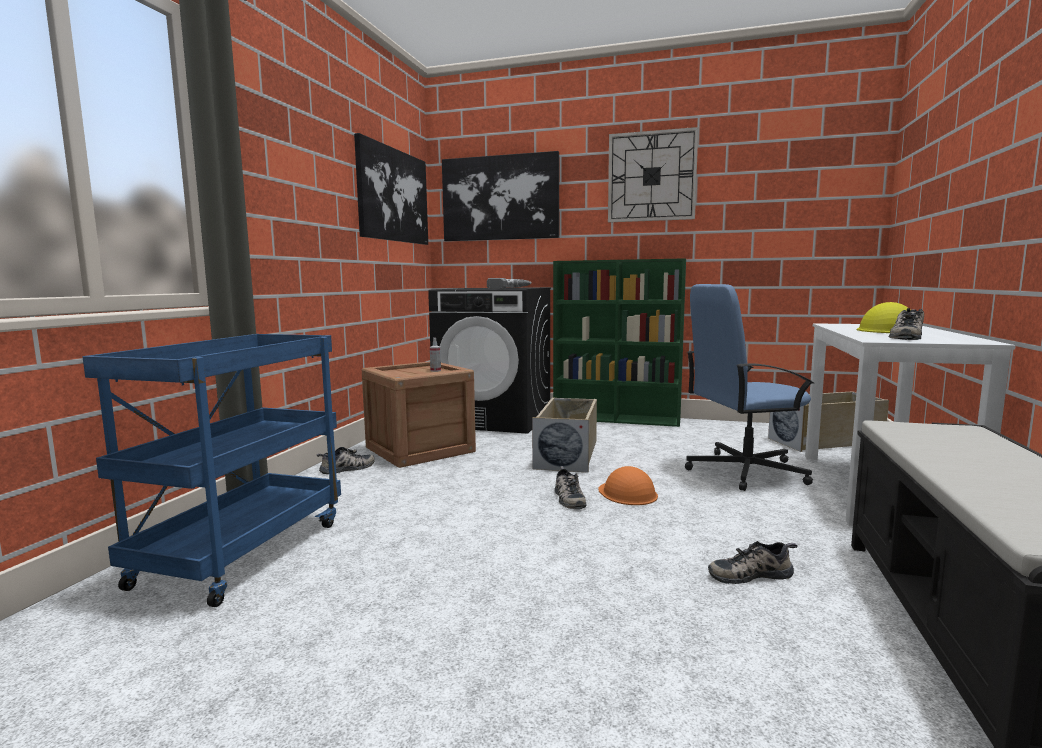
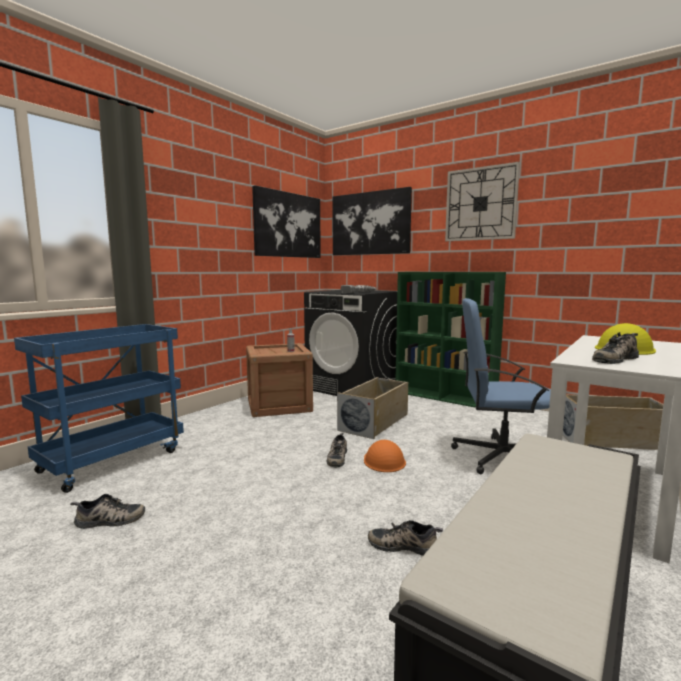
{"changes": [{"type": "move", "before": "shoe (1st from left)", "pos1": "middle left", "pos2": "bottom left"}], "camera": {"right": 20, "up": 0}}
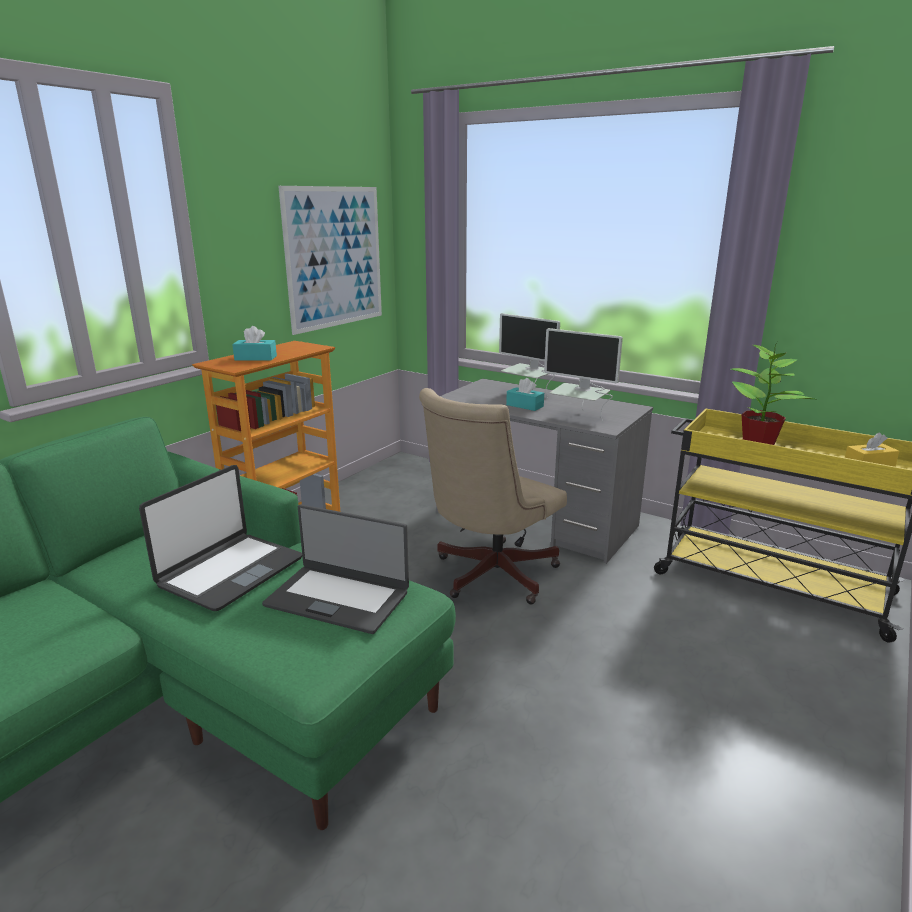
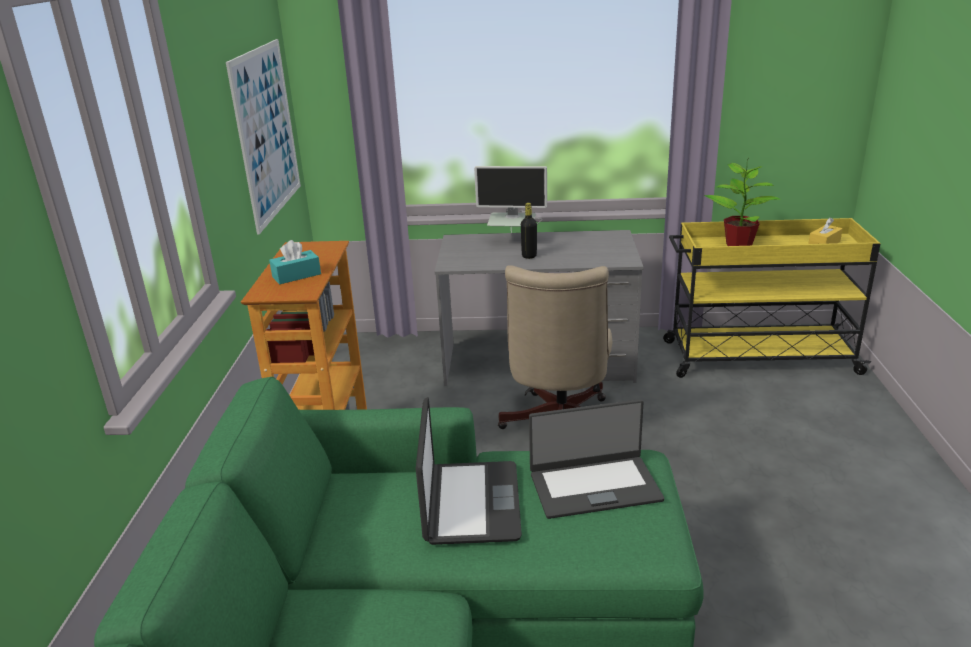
{"changes": [{"type": "replace", "before": "tissue box in turquoise-coloured (2nd from left)", "after": "bottle in blackish", "pos1": "centre", "pos2": "centre"}, {"type": "delete", "before": "computer display (2nd from left)", "pos1": "centre"}], "camera": {"right": -30, "up": 5}}
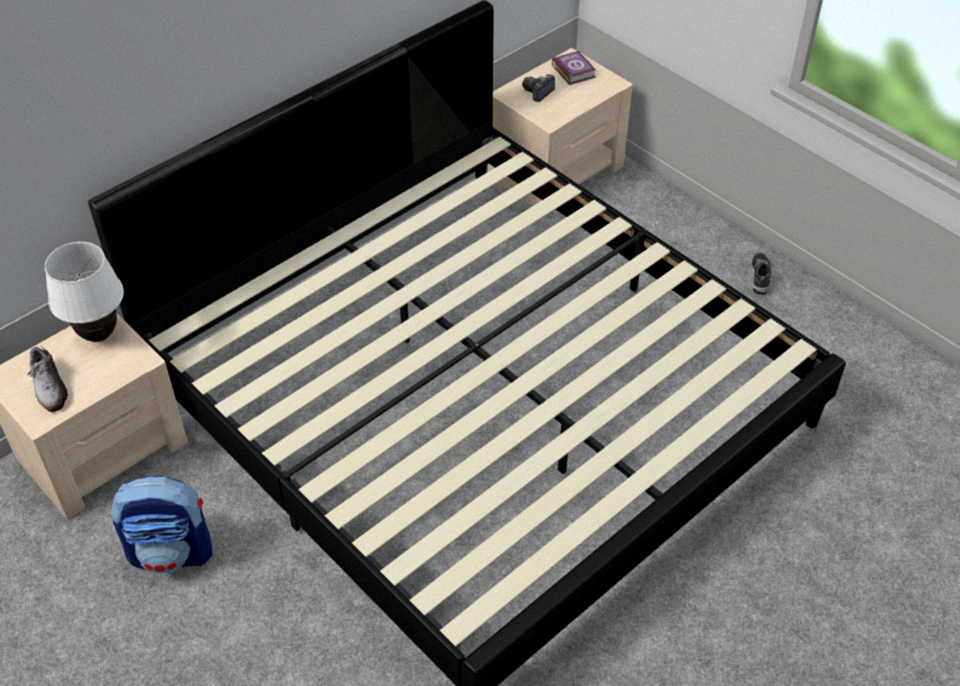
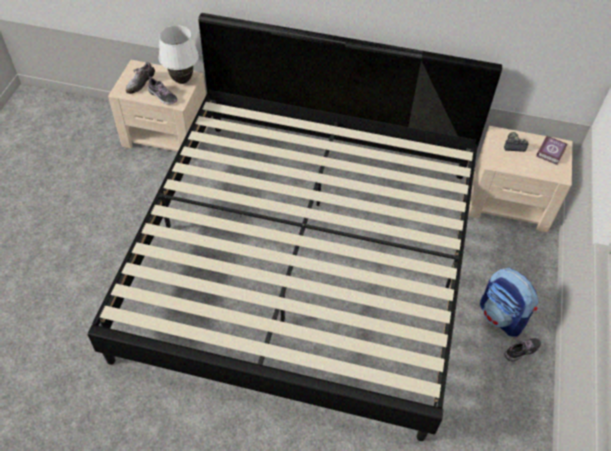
{"changes": [{"type": "move", "before": "knapsack", "pos1": "bottom left", "pos2": "bottom right"}, {"type": "insert", "after": "shoe (2nd from left)", "pos2": "top left"}], "camera": {"right": 55, "up": 5}}
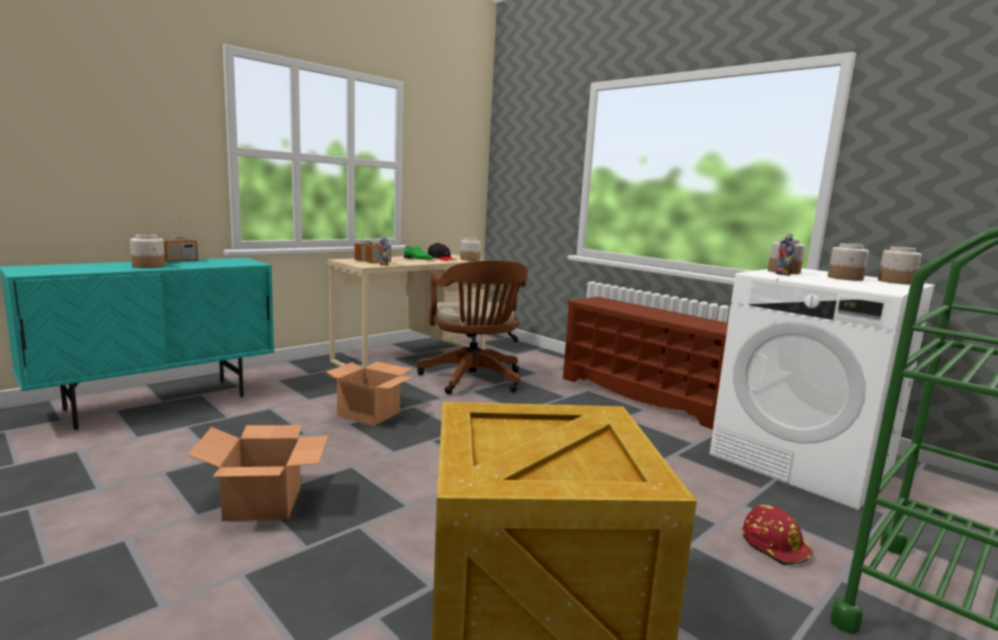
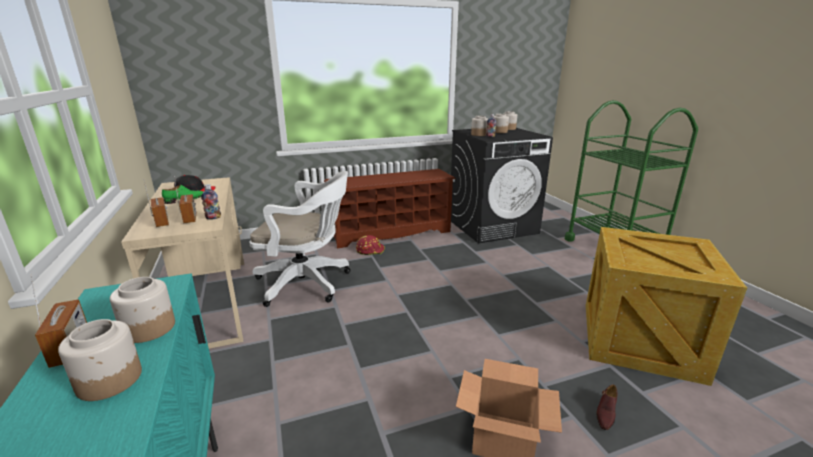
{"changes": [{"type": "delete", "before": "carton (2nd from left)", "pos1": "centre"}, {"type": "recolor", "before": "office chair in brown", "after": "office chair in white", "pos1": "centre", "pos2": "centre"}, {"type": "move", "before": "jar (2nd from left)", "pos1": "centre", "pos2": "bottom left"}, {"type": "recolor", "before": "laundry appliance in white", "after": "laundry appliance in blackish", "pos1": "middle right", "pos2": "centre"}, {"type": "move", "before": "work helmet in red-coloured", "pos1": "bottom right", "pos2": "centre"}, {"type": "insert", "after": "shoe in brown", "pos2": "bottom right"}], "camera": {"right": -65, "up": 10}}
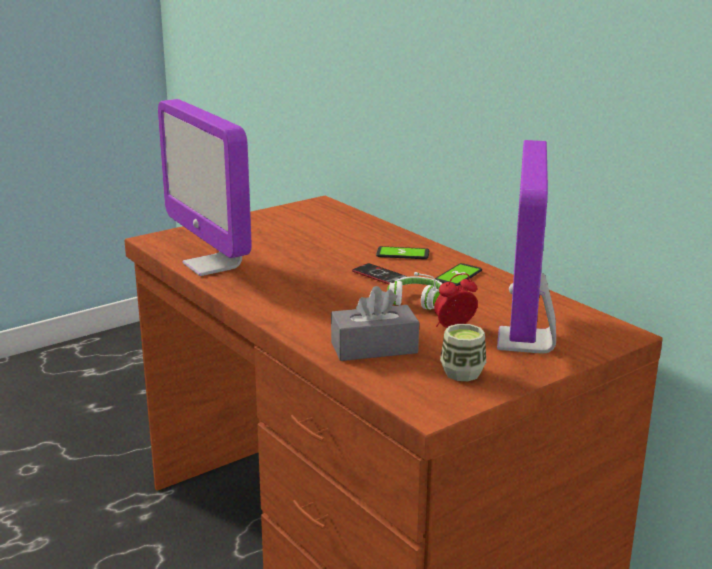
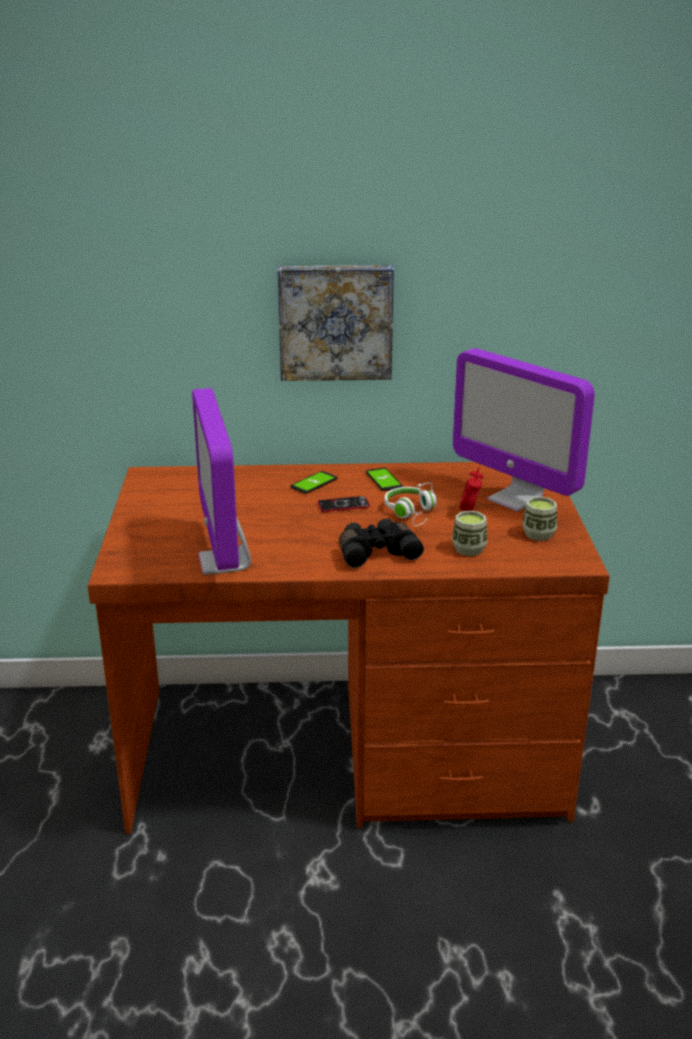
{"changes": [{"type": "rotate", "before": "computer display (1st from left)", "pos1": "top left", "pos2": "middle left", "turn": 75}, {"type": "replace", "before": "tissue box in greyish", "after": "cup (1st from left)", "pos1": "centre", "pos2": "middle right"}, {"type": "insert", "after": "picture", "pos2": "top centre"}, {"type": "insert", "after": "binoculars in blackish", "pos2": "centre"}], "camera": {"right": -55, "up": 5}}
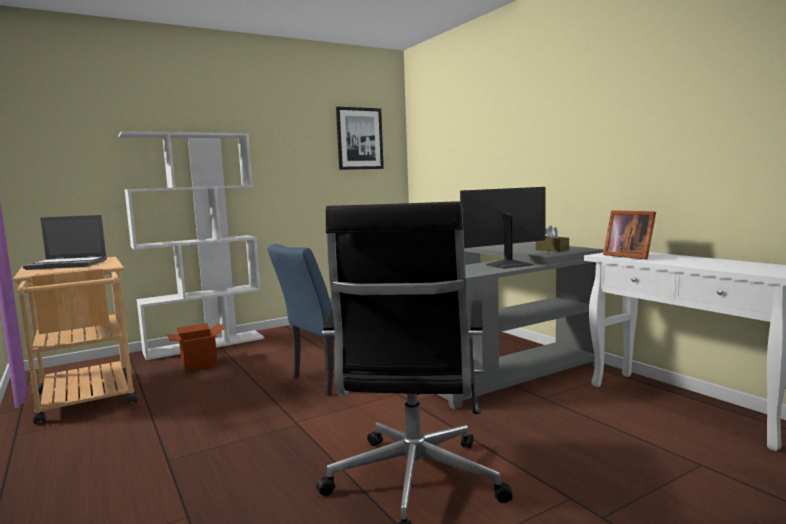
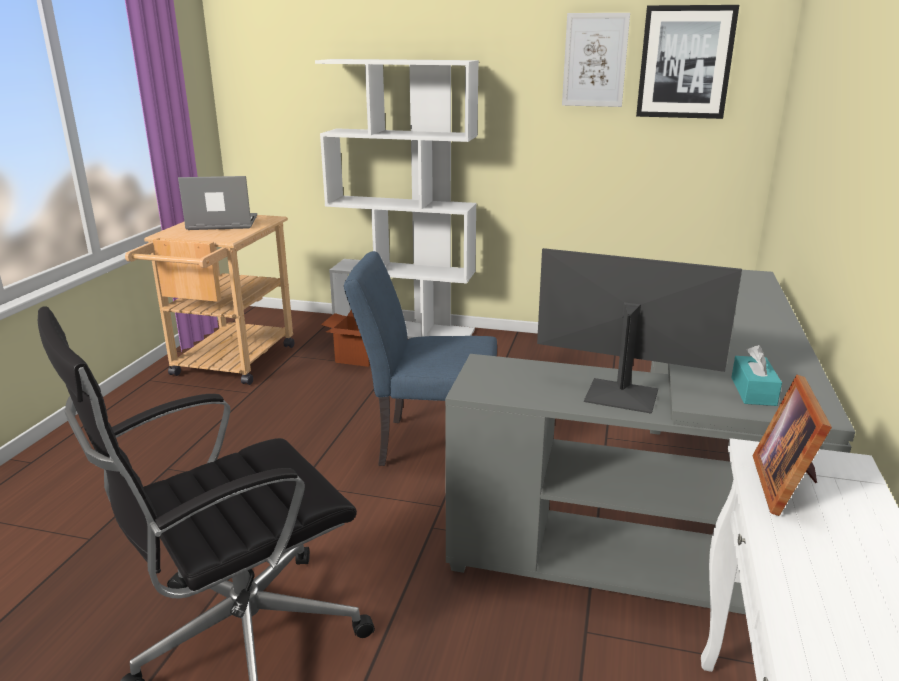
{"changes": [{"type": "rotate", "before": "notebook computer", "pos1": "middle left", "pos2": "top left", "turn": 135}, {"type": "recolor", "before": "tissue box in brown", "after": "tissue box in turquoise-coloured", "pos1": "middle right", "pos2": "middle right"}, {"type": "insert", "after": "picture (1st from left)", "pos2": "top centre"}], "camera": {"right": 45, "up": 15}}
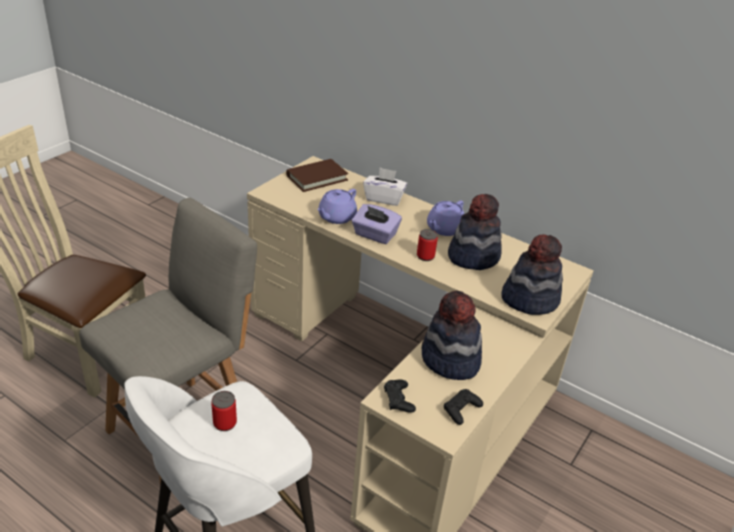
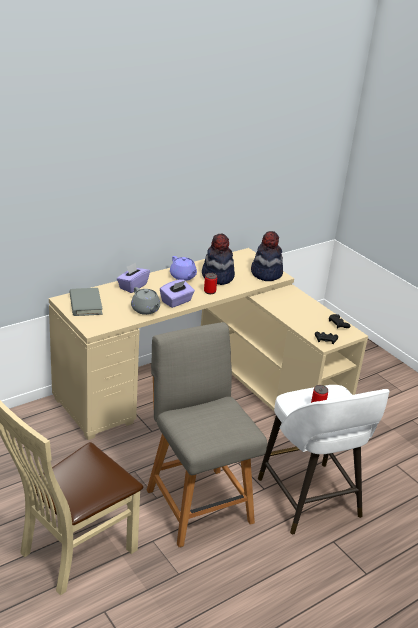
{"changes": [{"type": "recolor", "before": "bound book in brown", "after": "bound book in greyish", "pos1": "top centre", "pos2": "middle left"}, {"type": "recolor", "before": "teapot in purplish (1st from left)", "after": "teapot in greyish", "pos1": "centre", "pos2": "centre"}, {"type": "recolor", "before": "tissue box in white", "after": "tissue box in purplish (1st from left)", "pos1": "centre", "pos2": "middle left"}, {"type": "delete", "before": "hat (1st from left)", "pos1": "centre"}], "camera": {"right": -70, "up": -5}}
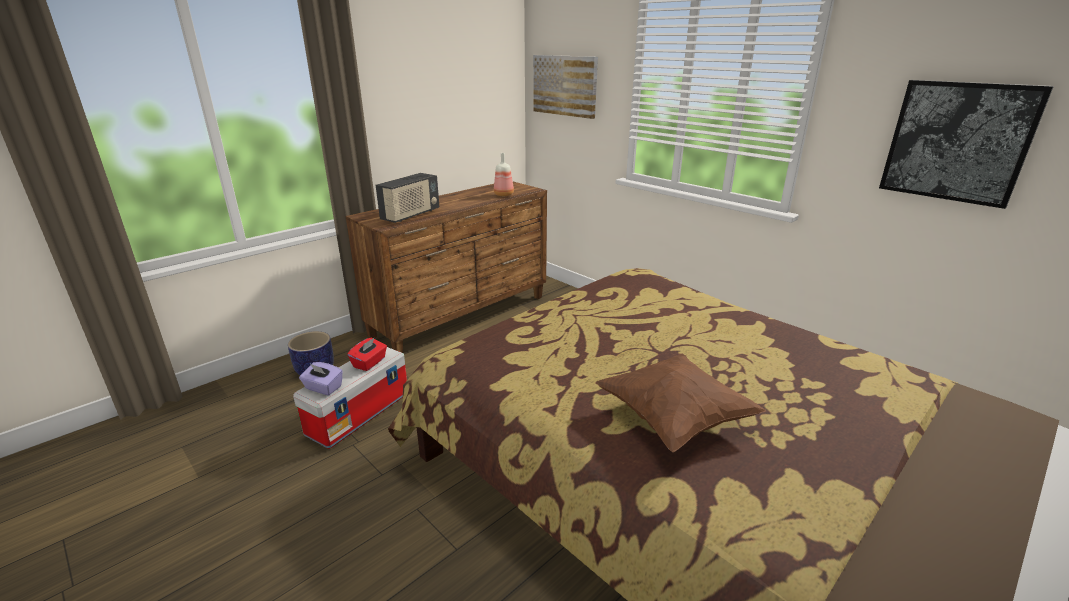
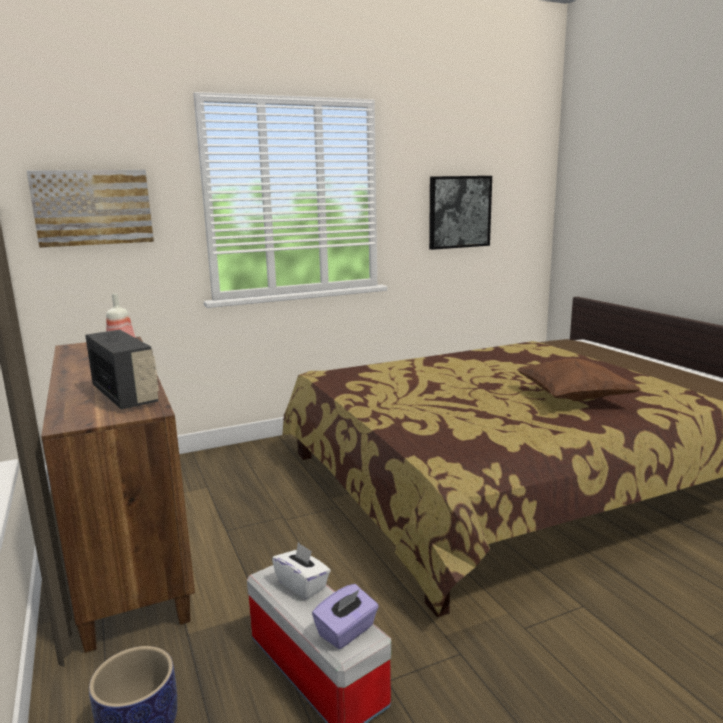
{"changes": [{"type": "recolor", "before": "tissue box in red-coloured", "after": "tissue box in white", "pos1": "centre", "pos2": "bottom centre"}], "camera": {"right": -70, "up": -10}}
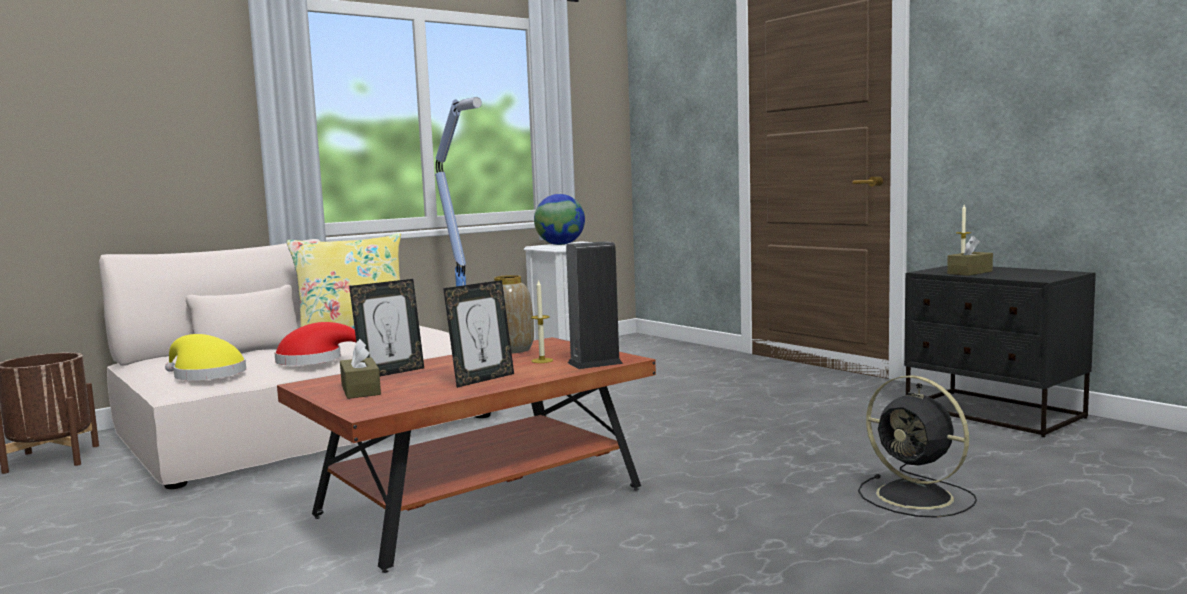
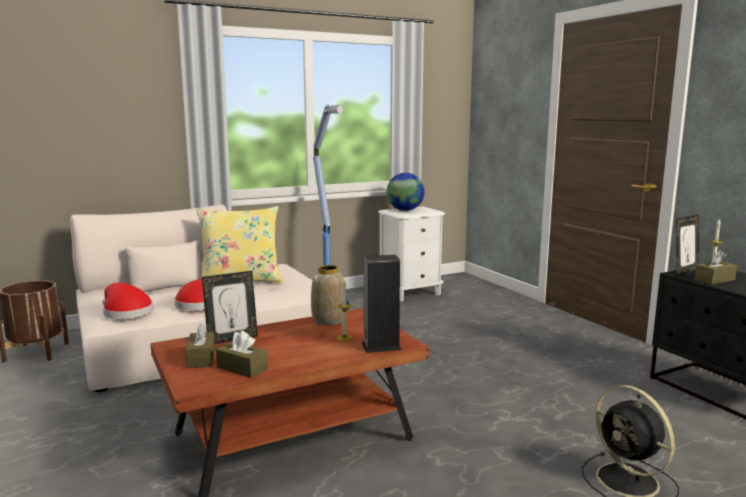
{"changes": [{"type": "recolor", "before": "hat in yellow-coloured", "after": "hat in red-coloured (1st from left)", "pos1": "middle left", "pos2": "middle left"}, {"type": "move", "before": "photo frame (2nd from left)", "pos1": "centre", "pos2": "middle right"}, {"type": "insert", "after": "tissue box in brown (2nd from left)", "pos2": "bottom left"}], "camera": {"right": 10, "up": 5}}
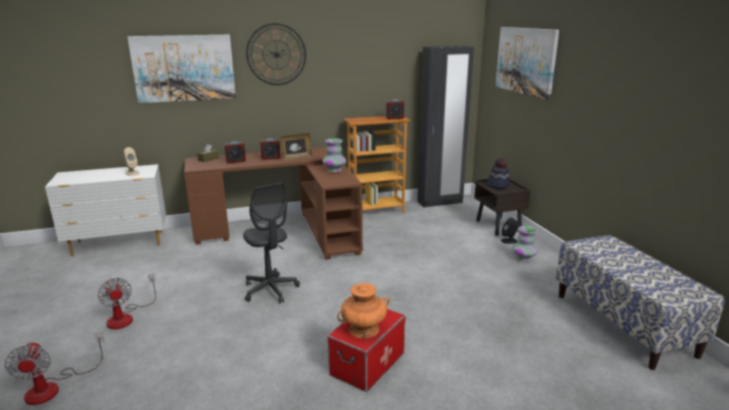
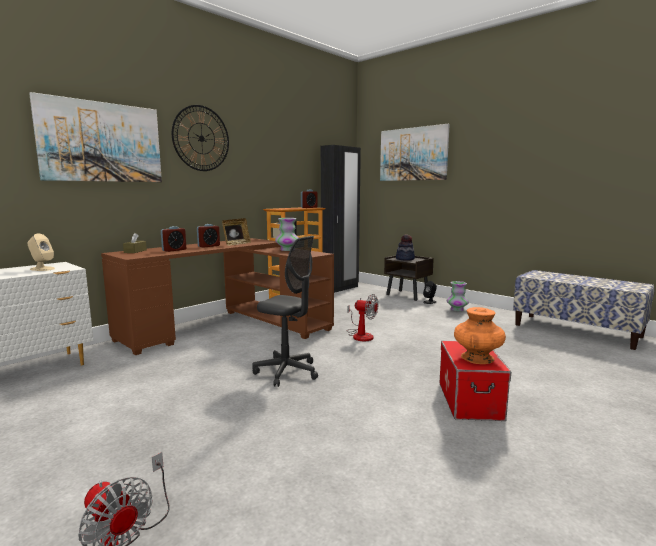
{"changes": [{"type": "move", "before": "electric fan (2nd from left)", "pos1": "bottom left", "pos2": "centre"}], "camera": {"right": -30, "up": -10}}
